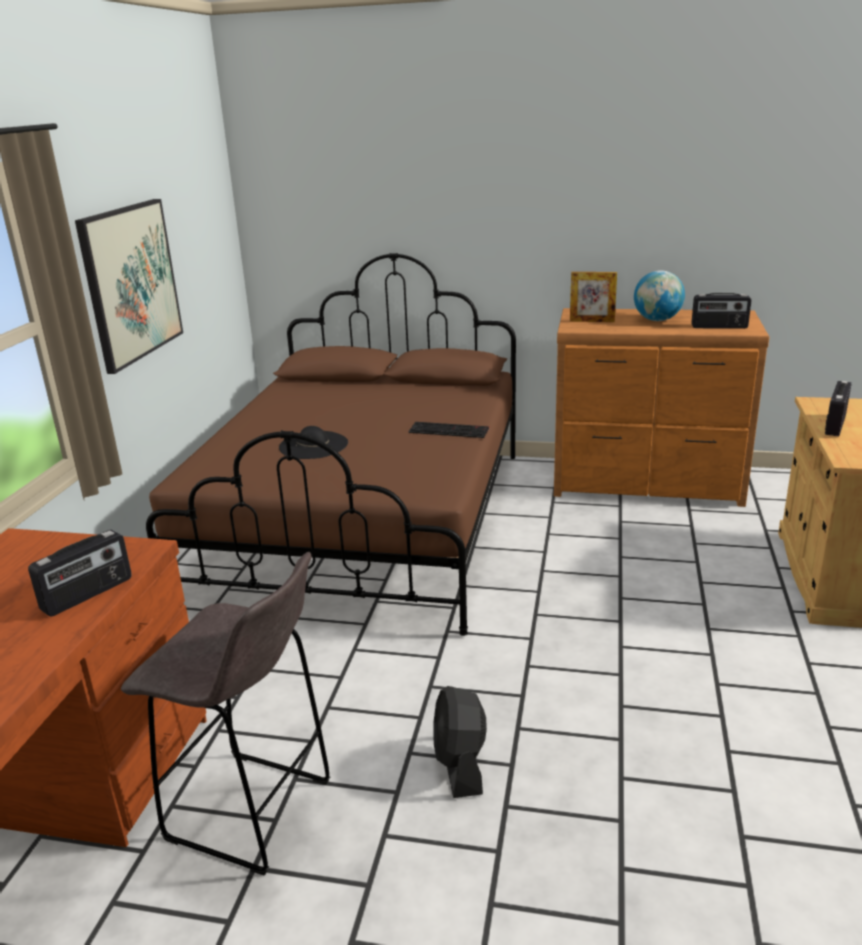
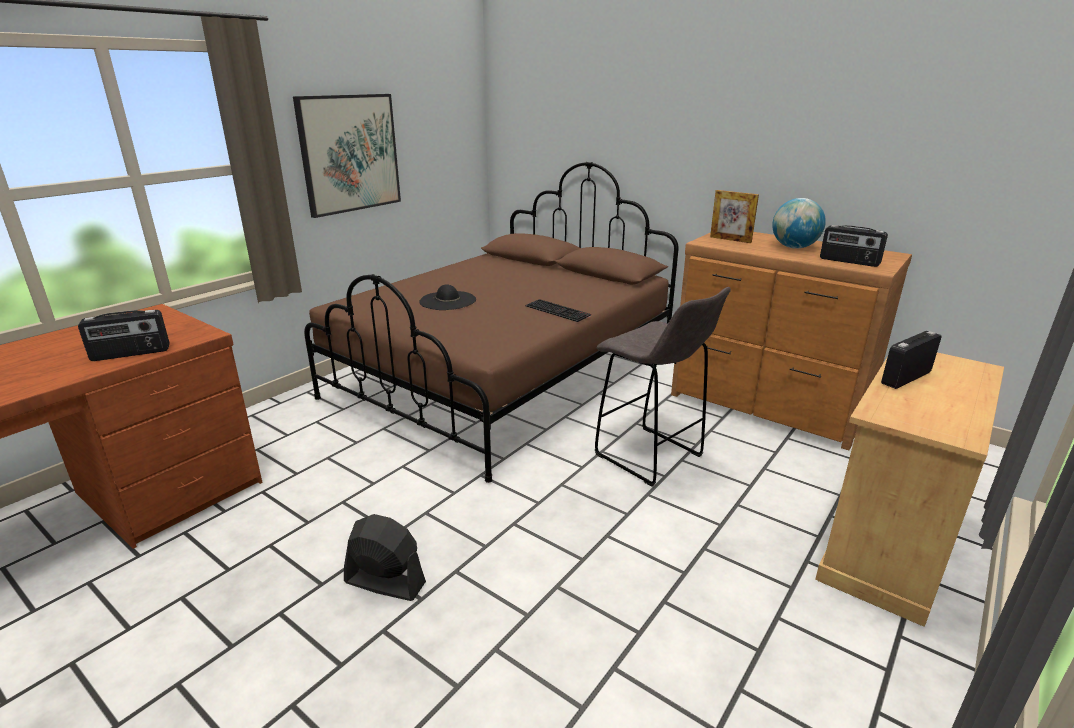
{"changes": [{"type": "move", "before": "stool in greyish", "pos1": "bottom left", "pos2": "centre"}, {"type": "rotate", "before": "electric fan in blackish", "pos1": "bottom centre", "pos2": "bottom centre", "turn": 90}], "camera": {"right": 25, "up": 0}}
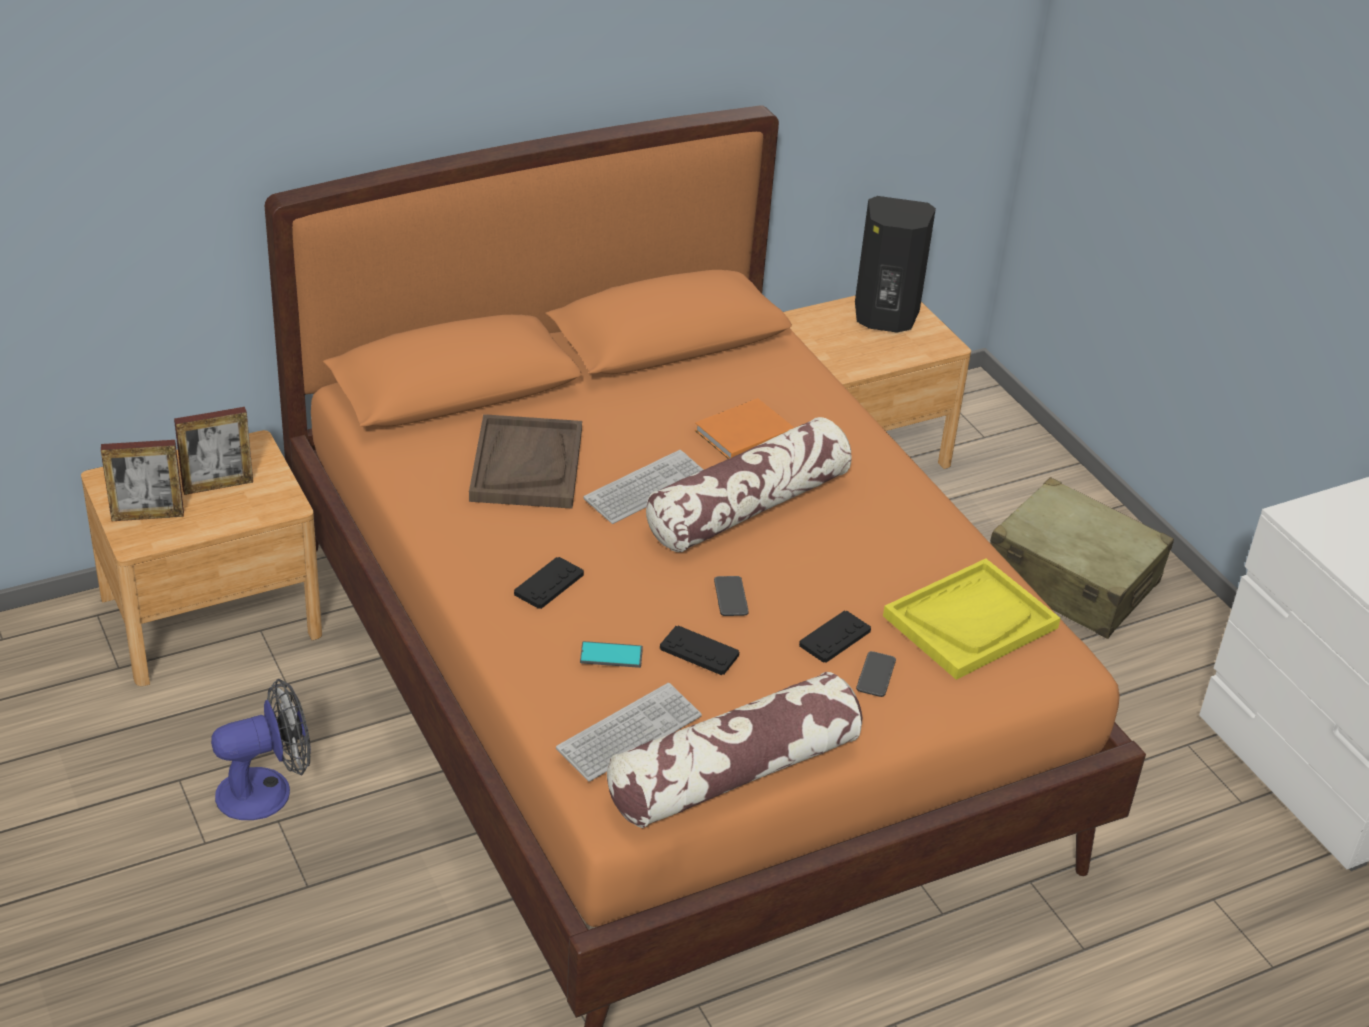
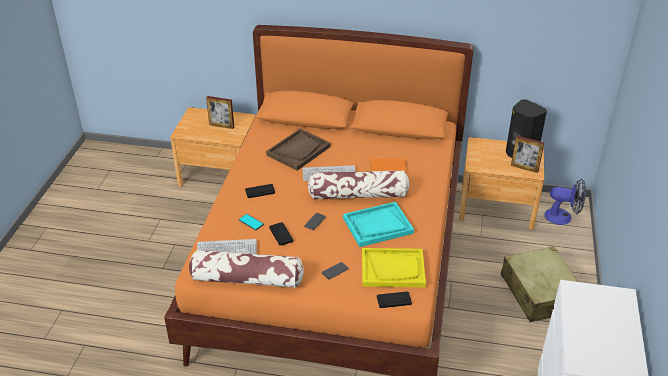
{"changes": [{"type": "move", "before": "photo frame (1st from left in the first image)", "after": "photo frame (2nd from left)", "pos1": "middle left", "pos2": "middle right"}, {"type": "move", "before": "electric fan", "pos1": "bottom left", "pos2": "middle right"}, {"type": "move", "before": "gamepad in blackish (3rd from left)", "pos1": "centre", "pos2": "bottom centre"}, {"type": "insert", "after": "tray in turquoise-coloured", "pos2": "centre"}], "camera": {"right": 40, "up": 0}}
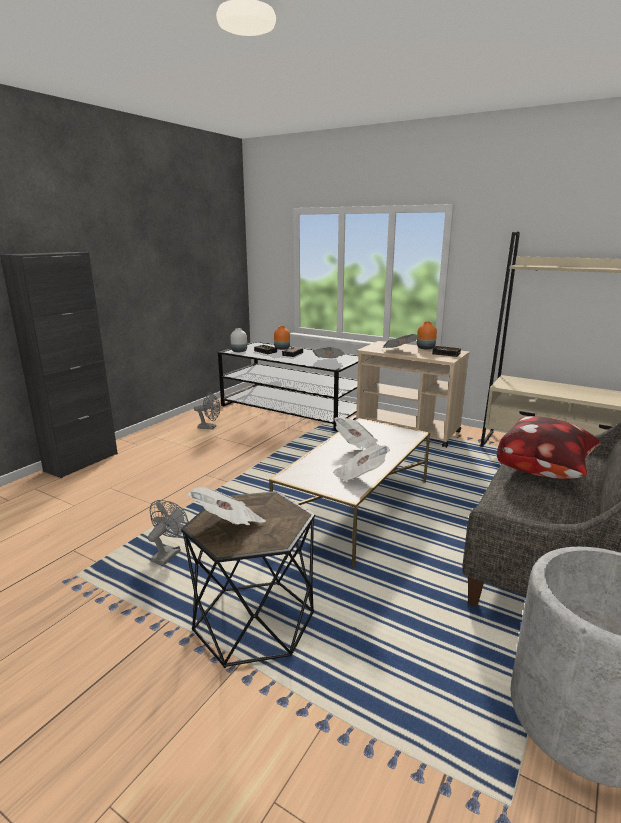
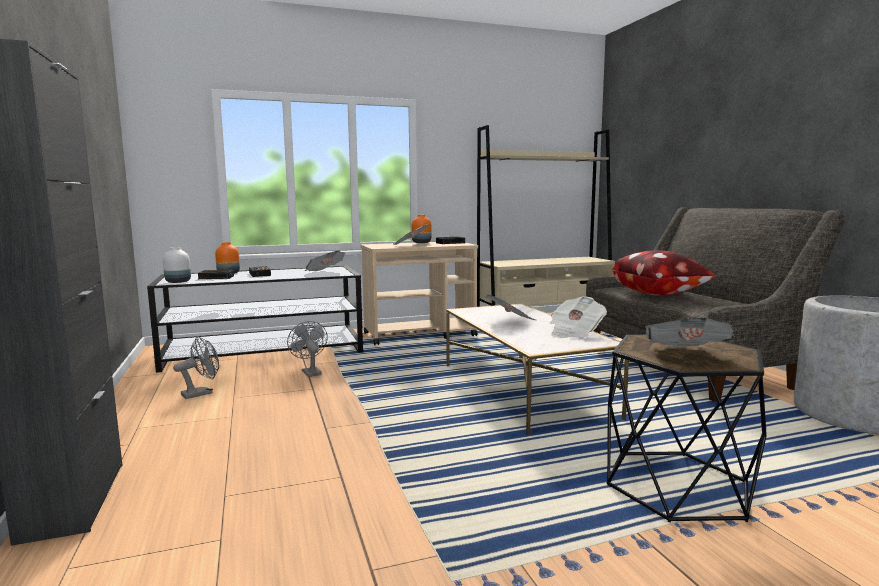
{"changes": [{"type": "move", "before": "electric fan in greyish (1st from left in the first image)", "after": "electric fan in greyish (2nd from left)", "pos1": "middle left", "pos2": "centre"}], "camera": {"right": -50, "up": -10}}
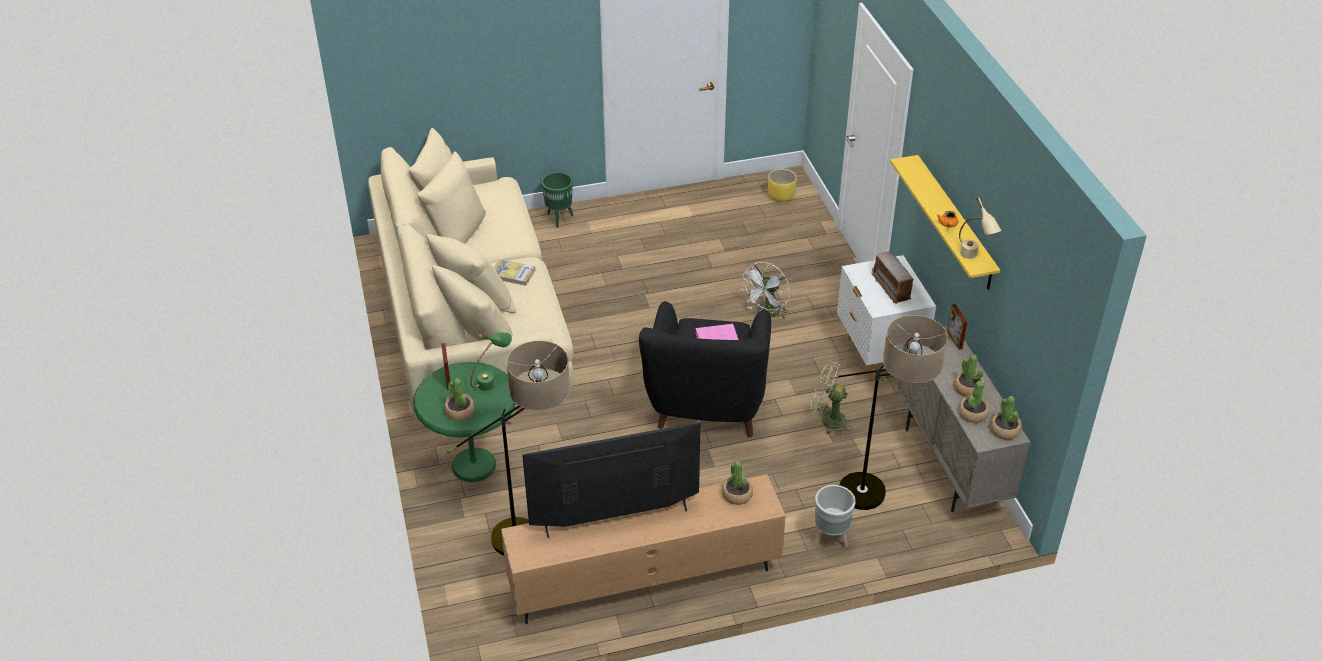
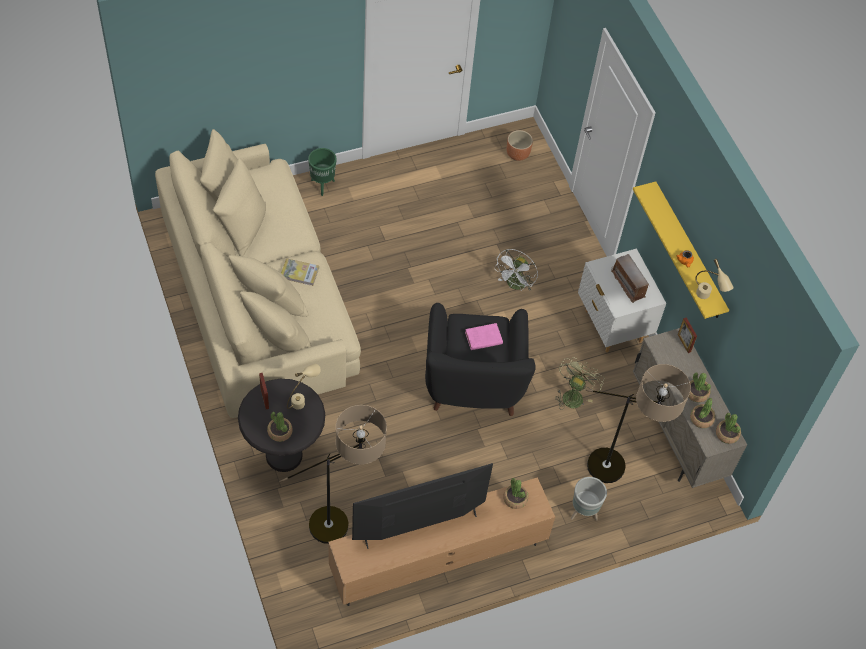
{"changes": [{"type": "recolor", "before": "accent table in greenish", "after": "accent table in blackish", "pos1": "centre", "pos2": "middle left"}, {"type": "recolor", "before": "table lamp in greenish", "after": "table lamp in sand-coloured (1st from left)", "pos1": "centre", "pos2": "centre"}, {"type": "recolor", "before": "flower pot in yellow-coloured", "after": "flower pot in brown", "pos1": "top centre", "pos2": "top centre"}, {"type": "rotate", "before": "electric fan in greenish", "pos1": "centre", "pos2": "middle right", "turn": 105}], "camera": {"right": -10, "up": 15}}
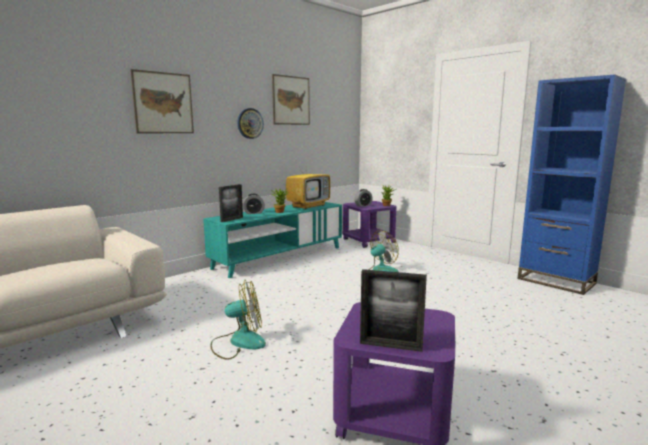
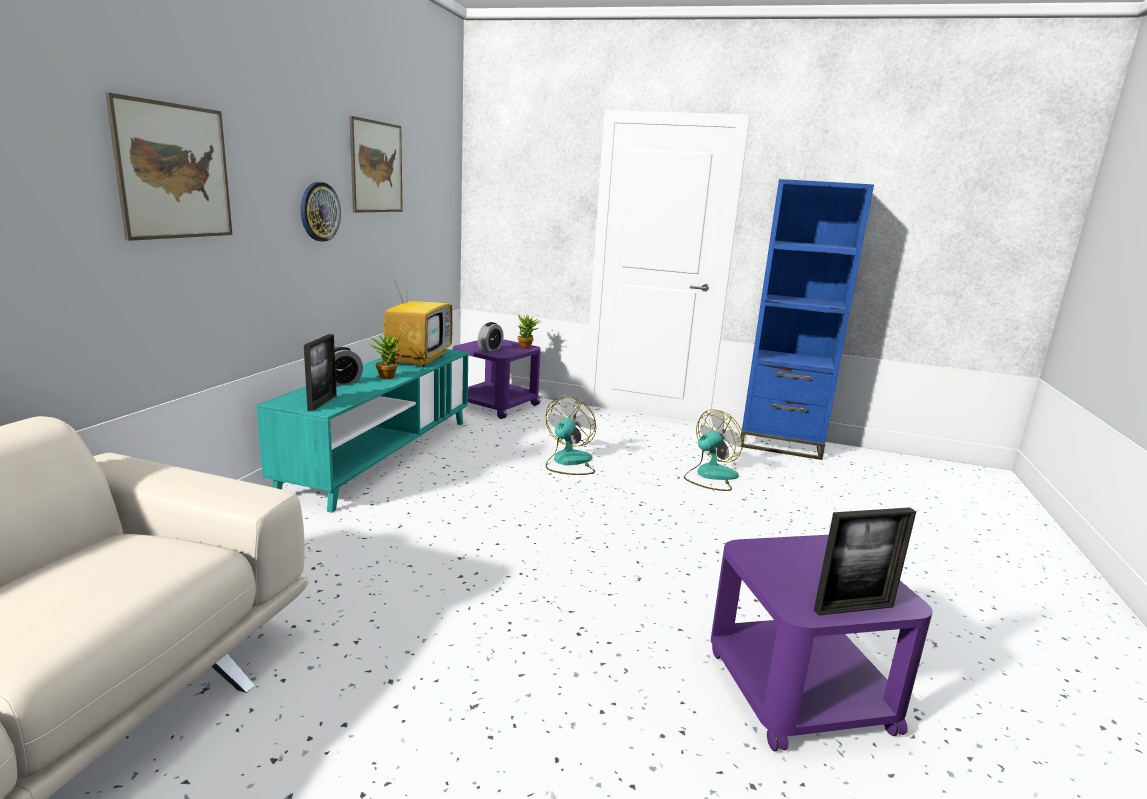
{"changes": [{"type": "move", "before": "electric fan (1st from left in the first image)", "after": "electric fan (2nd from left)", "pos1": "bottom centre", "pos2": "centre"}], "camera": {"right": -30, "up": 5}}
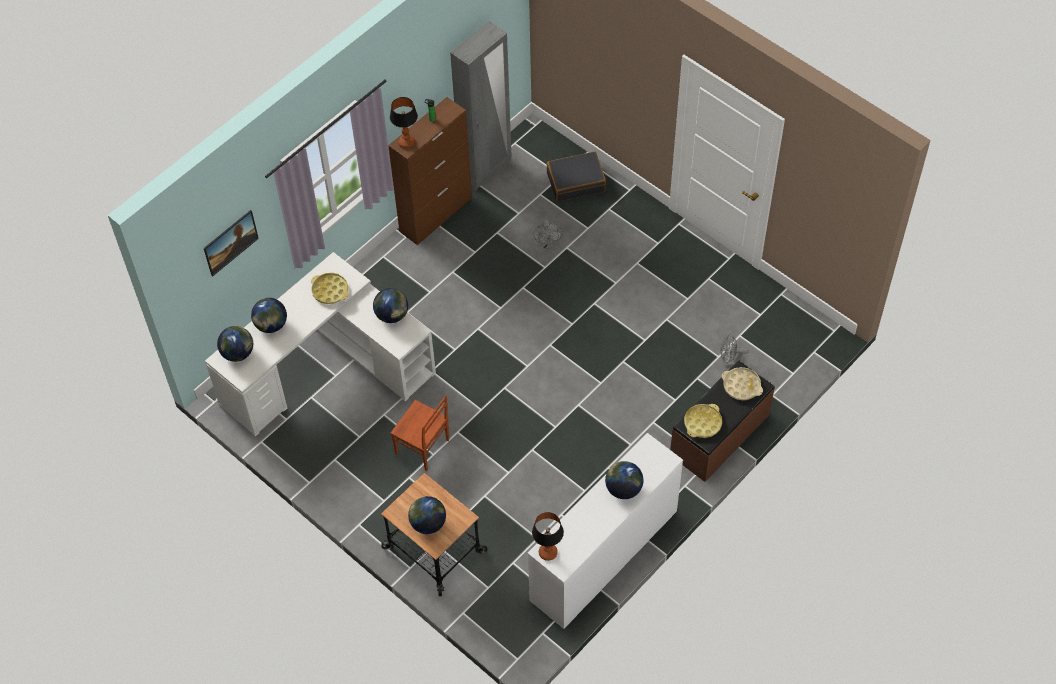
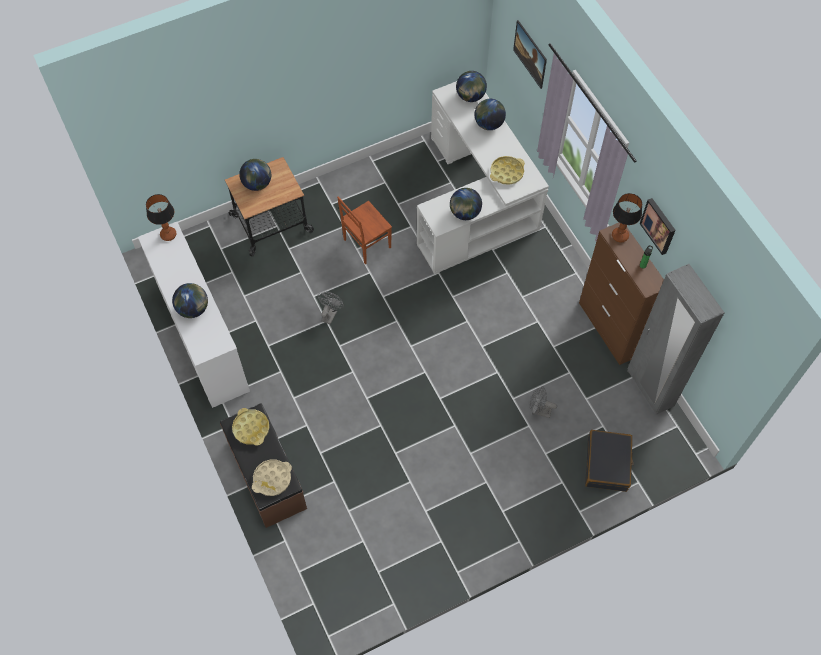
{"changes": [{"type": "move", "before": "electric fan in greyish (2nd from left in the first image)", "after": "electric fan in greyish (1st from left)", "pos1": "middle right", "pos2": "centre"}, {"type": "insert", "after": "picture (2nd from left)", "pos2": "middle right"}], "camera": {"right": 110, "up": 5}}
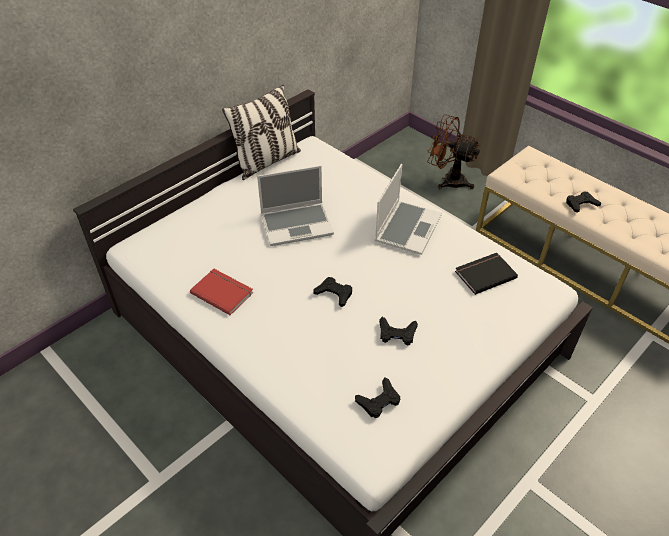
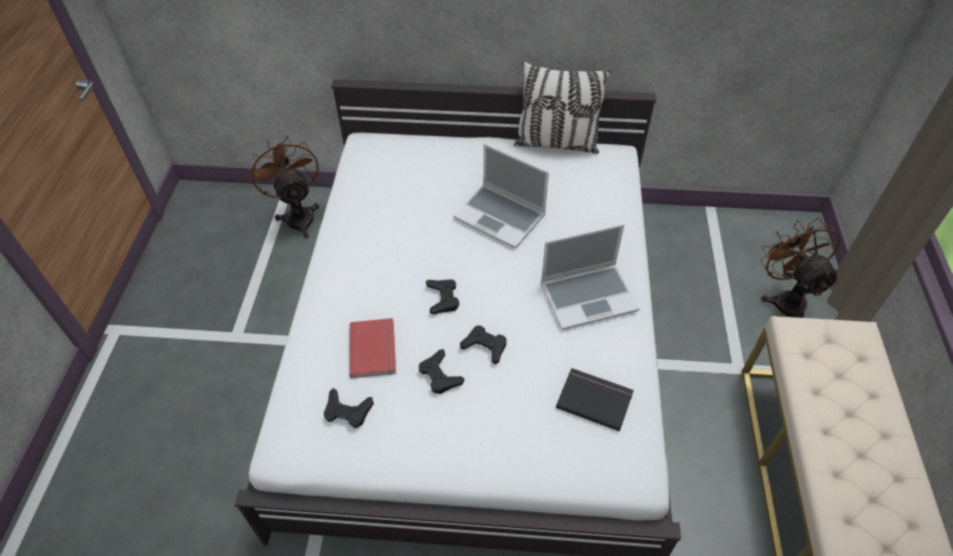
{"changes": [{"type": "move", "before": "bound book in red-coloured", "pos1": "middle left", "pos2": "centre"}, {"type": "move", "before": "gamepad in blackish (4th from left)", "pos1": "middle right", "pos2": "centre"}, {"type": "insert", "after": "electric fan in brown (1st from left)", "pos2": "middle left"}], "camera": {"right": 50, "up": 5}}
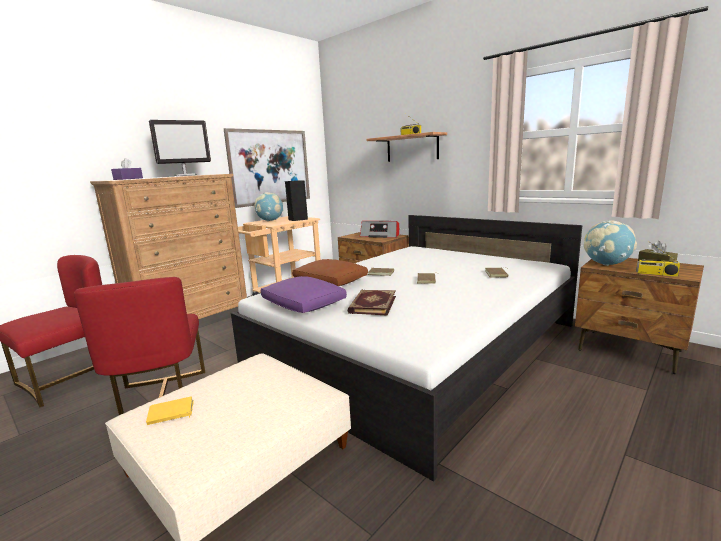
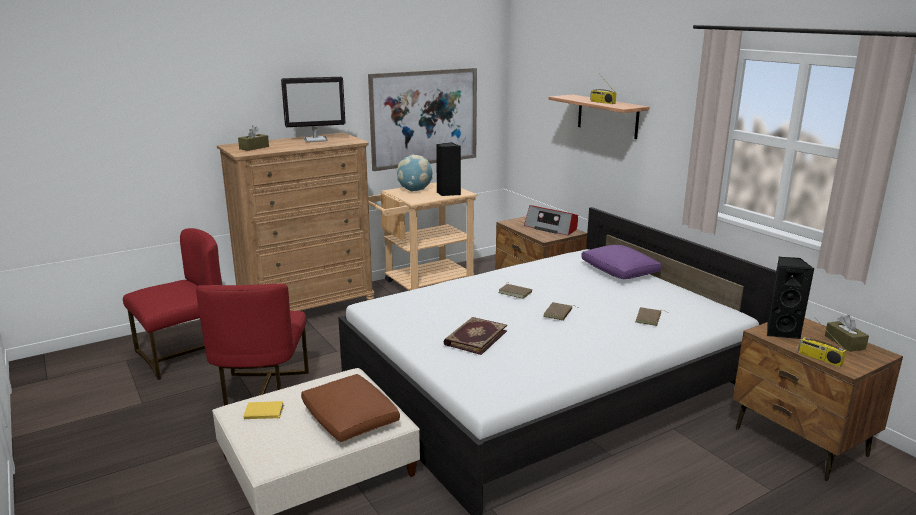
{"changes": [{"type": "recolor", "before": "tissue box in purplish", "after": "tissue box in brown (1st from left)", "pos1": "top left", "pos2": "top left"}, {"type": "move", "before": "cushion in purplish", "pos1": "centre", "pos2": "middle right"}, {"type": "move", "before": "cushion in brown", "pos1": "centre", "pos2": "bottom centre"}, {"type": "replace", "before": "world globe (2nd from left)", "after": "audio speaker in blackish (2nd from left)", "pos1": "middle right", "pos2": "middle right"}], "camera": {"right": 15, "up": 5}}
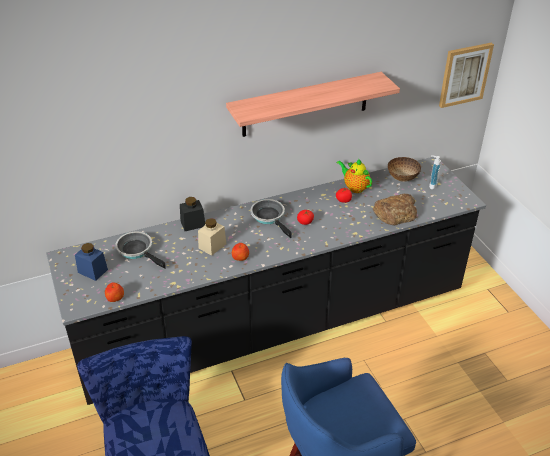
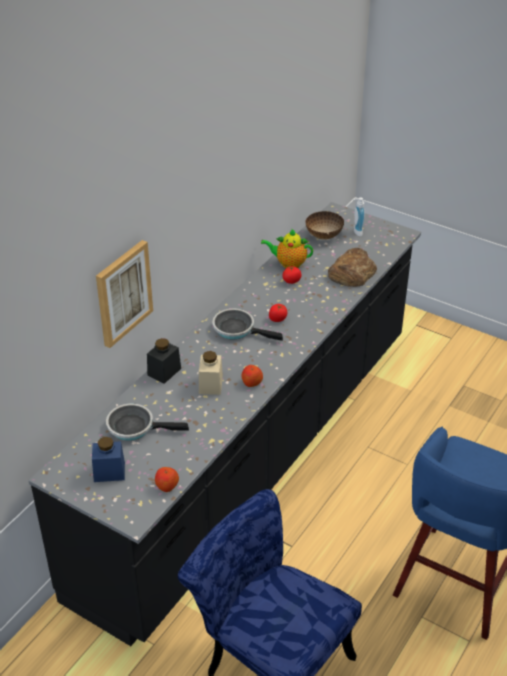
{"changes": [{"type": "delete", "before": "wall shelf", "pos1": "top centre"}, {"type": "move", "before": "picture", "pos1": "top right", "pos2": "middle left"}], "camera": {"right": -35, "up": 0}}
